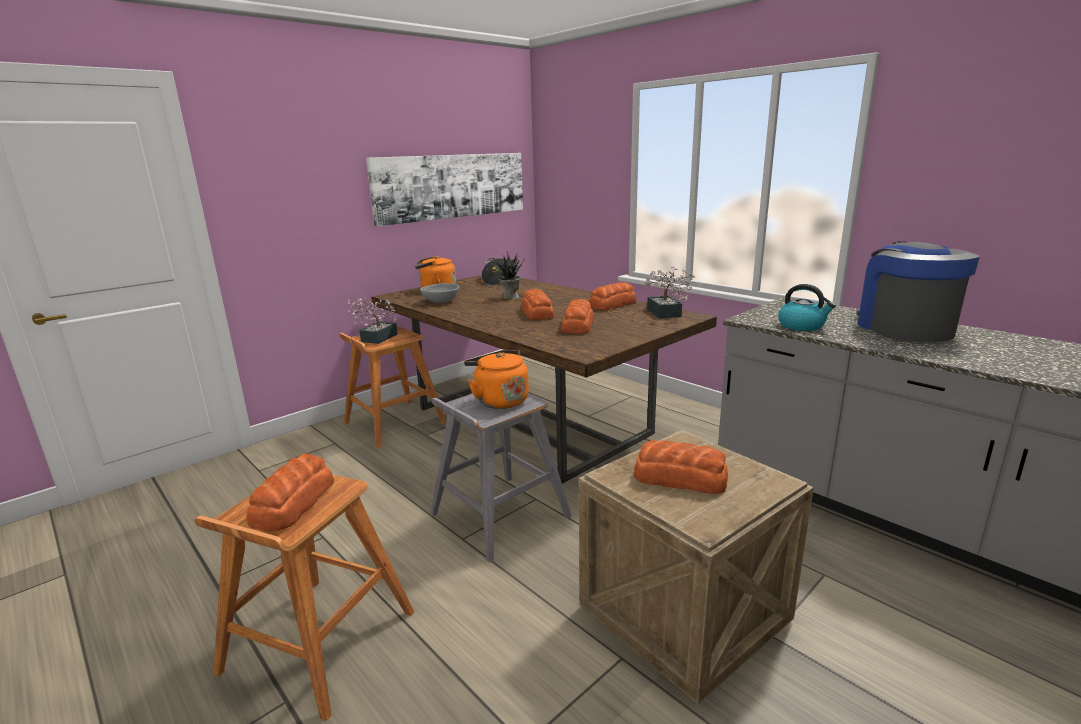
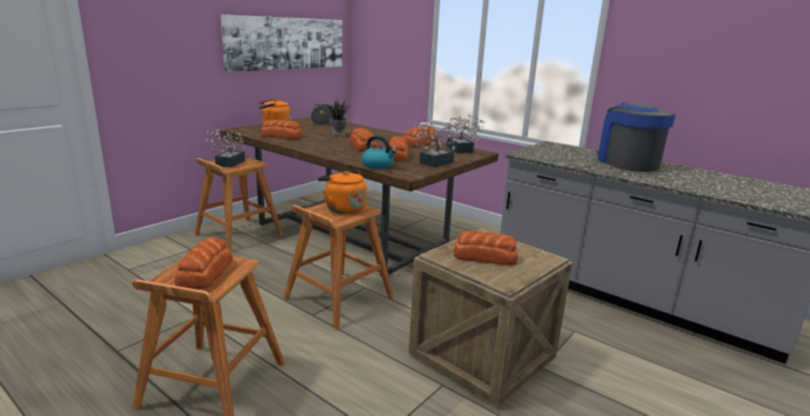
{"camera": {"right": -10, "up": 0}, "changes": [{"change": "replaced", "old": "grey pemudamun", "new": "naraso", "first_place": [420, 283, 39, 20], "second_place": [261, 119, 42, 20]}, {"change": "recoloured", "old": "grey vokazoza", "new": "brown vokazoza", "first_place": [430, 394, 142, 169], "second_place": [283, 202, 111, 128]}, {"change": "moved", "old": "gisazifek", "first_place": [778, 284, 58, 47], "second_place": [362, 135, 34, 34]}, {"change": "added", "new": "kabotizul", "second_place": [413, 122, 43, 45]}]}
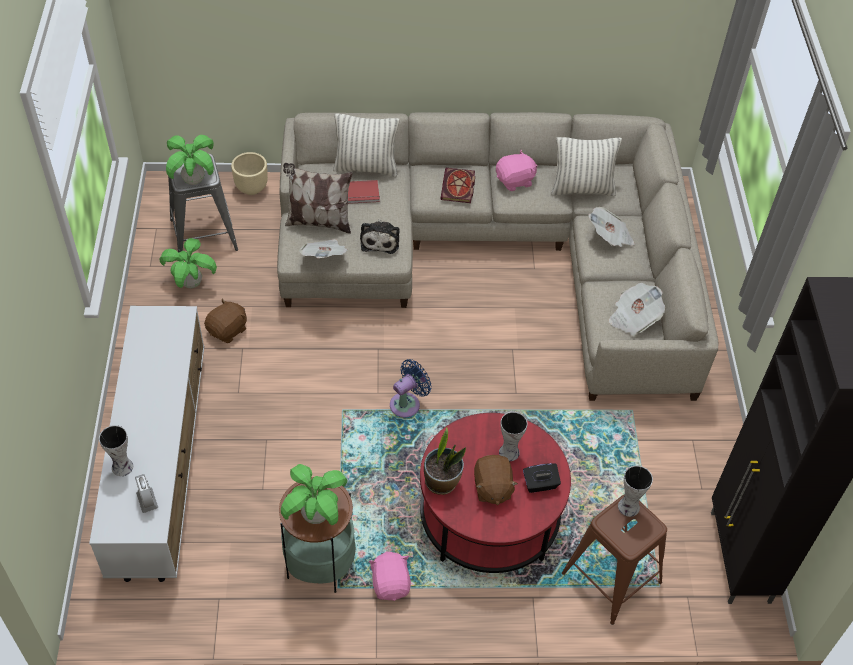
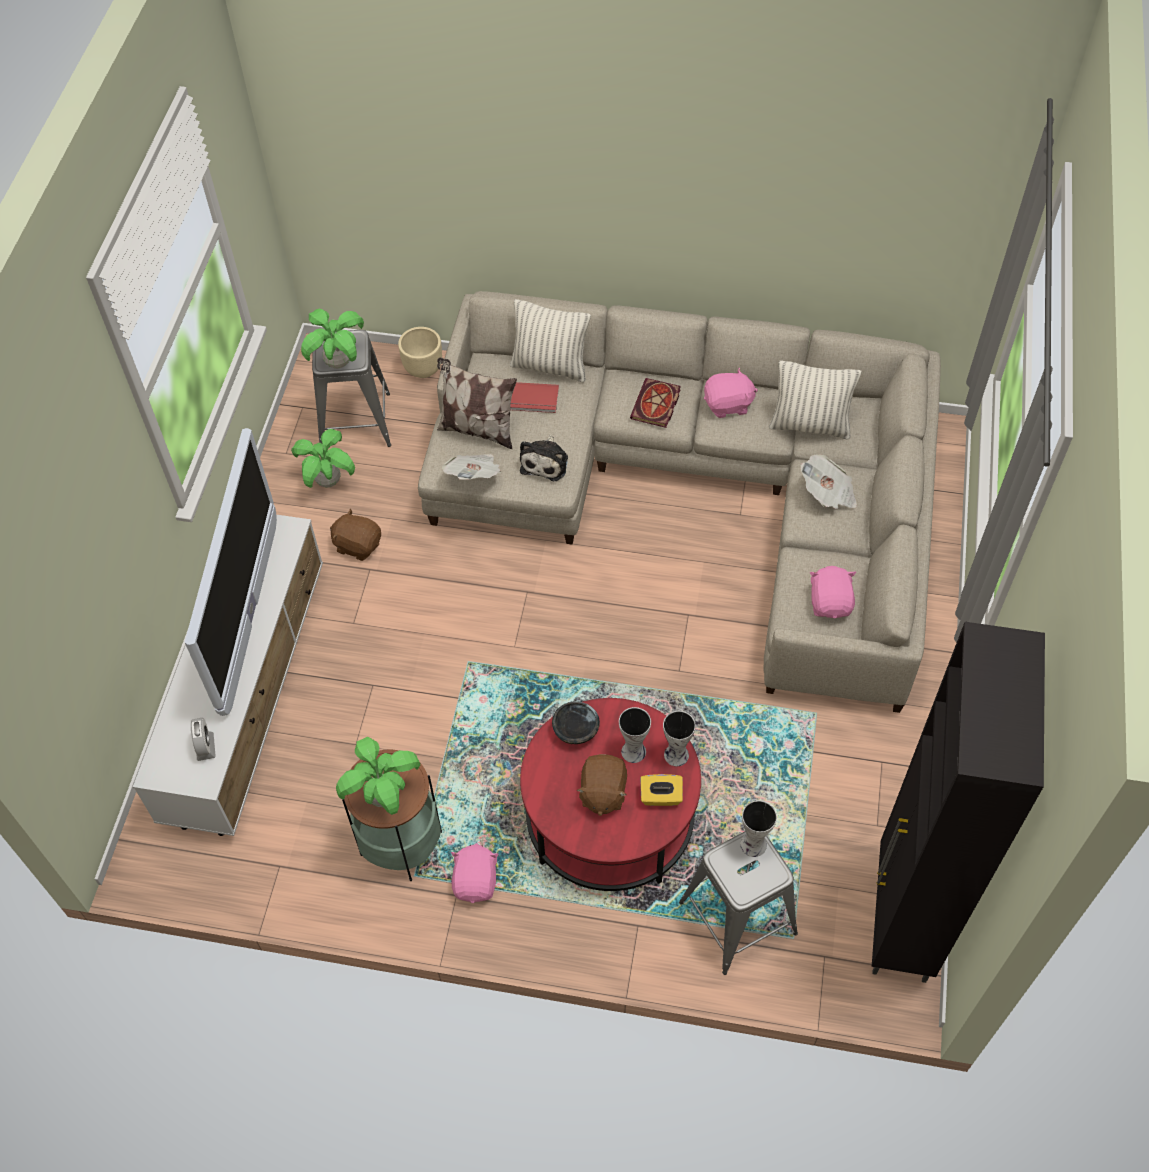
{"camera": {"right": 15, "up": 5}, "changes": [{"change": "added", "new": "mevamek", "second_place": [185, 428, 92, 288]}, {"change": "turned", "old": "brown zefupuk", "first_place": [204, 299, 43, 44], "second_place": [330, 508, 51, 53], "degrees": -120}, {"change": "added", "new": "black pemudamun", "second_place": [552, 701, 48, 43]}, {"change": "recoloured", "old": "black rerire", "new": "yellow rerire", "first_place": [523, 463, 38, 30], "second_place": [640, 774, 43, 32]}, {"change": "moved", "old": "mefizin", "first_place": [99, 425, 34, 51], "second_place": [663, 711, 33, 55]}, {"change": "recoloured", "old": "brown vokazoza", "new": "grey vokazoza", "first_place": [562, 494, 105, 131], "second_place": [679, 831, 119, 144]}, {"change": "replaced", "old": "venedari", "new": "pink zefupuk", "first_place": [608, 283, 57, 53], "second_place": [810, 566, 46, 53]}, {"change": "removed", "old": "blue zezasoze", "first_place": [390, 359, 42, 58]}, {"change": "removed", "old": "kabotizul", "first_place": [424, 428, 42, 67]}]}
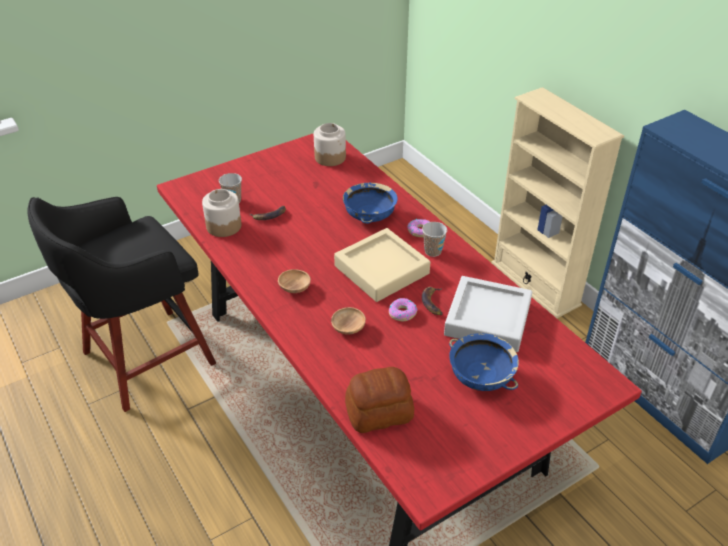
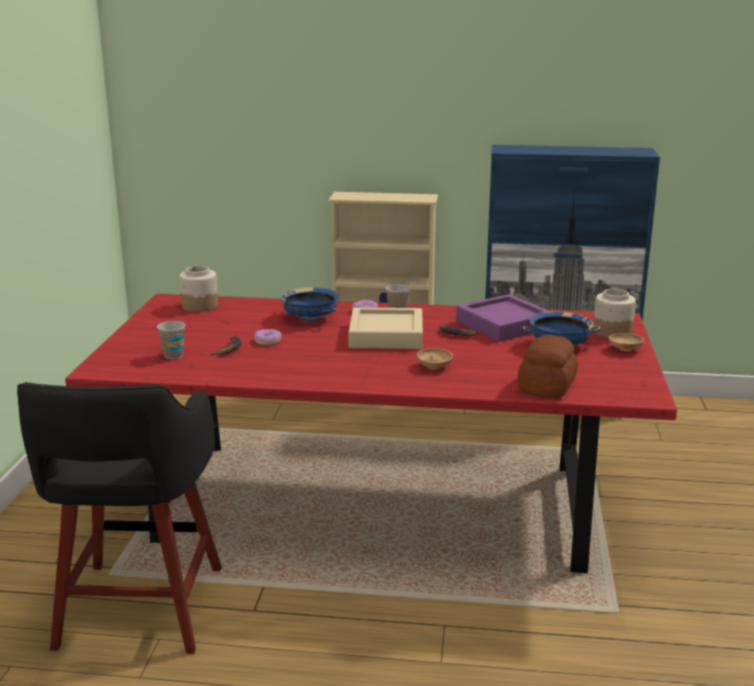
{"camera": {"right": -50, "up": -20}, "changes": [{"change": "moved", "old": "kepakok", "first_place": [389, 298, 29, 23], "second_place": [254, 329, 28, 16]}, {"change": "recoloured", "old": "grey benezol", "new": "purple benezol", "first_place": [444, 276, 88, 76], "second_place": [456, 294, 94, 48]}, {"change": "moved", "old": "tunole", "first_place": [202, 189, 39, 48], "second_place": [593, 289, 43, 49]}, {"change": "moved", "old": "brown pemudamun", "first_place": [278, 269, 33, 24], "second_place": [609, 333, 35, 18]}]}
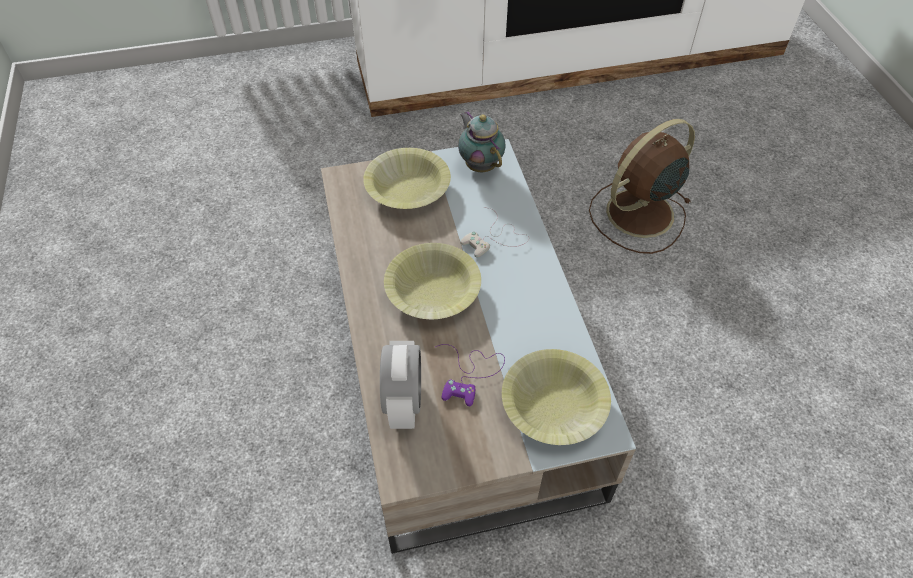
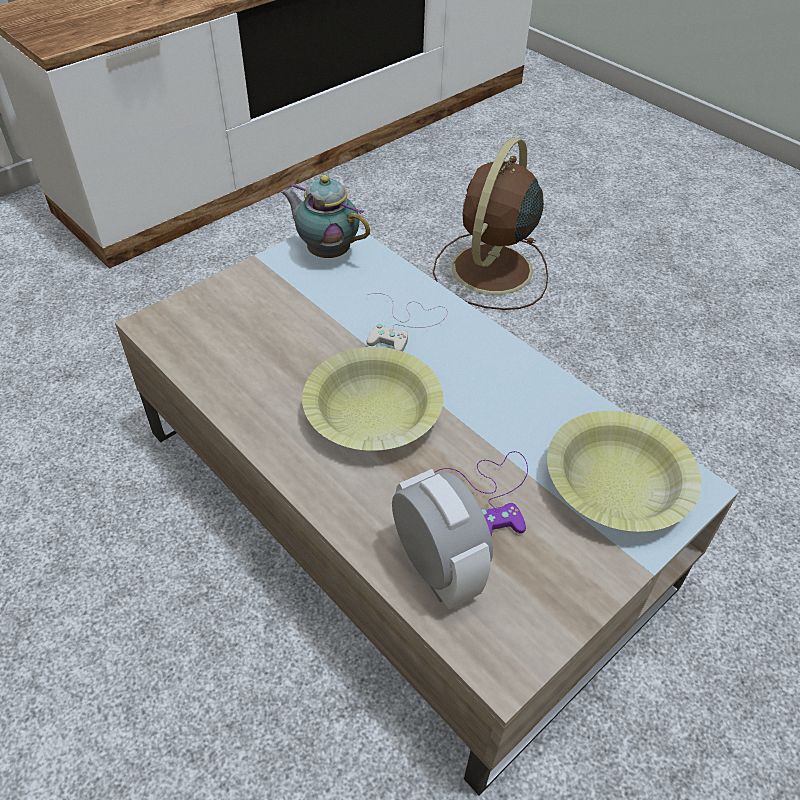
{"camera": {"right": -30, "up": -5}, "changes": [{"change": "removed", "old": "yellow pemudamun", "first_place": [363, 148, 88, 61]}]}
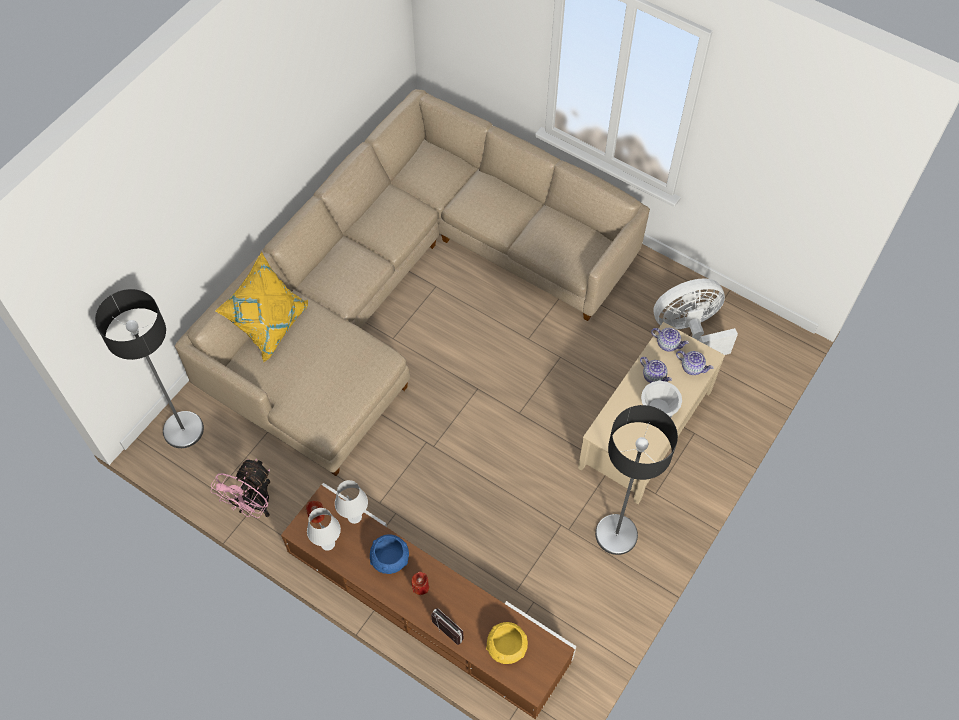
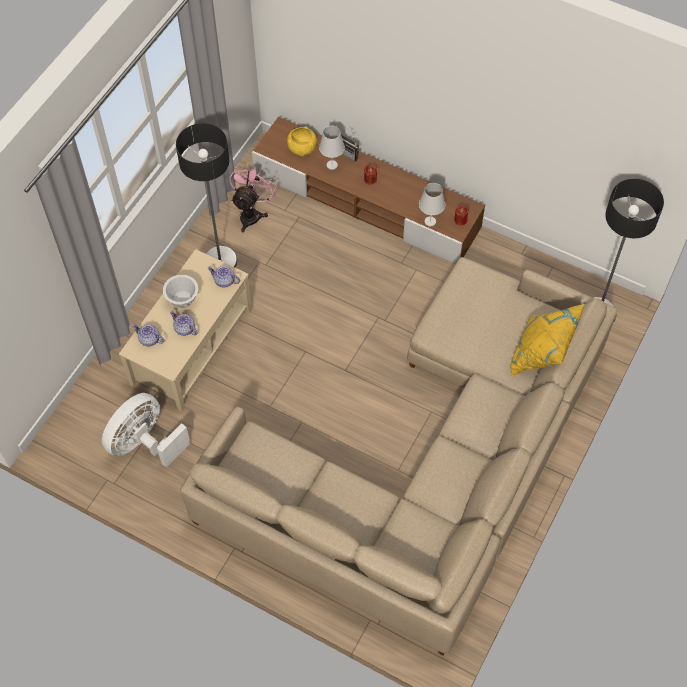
{"camera": {"right": 175, "up": 0}, "changes": [{"change": "turned", "old": "white zezasoze", "first_place": [653, 278, 85, 77], "second_place": [102, 393, 88, 75], "degrees": 150}, {"change": "moved", "old": "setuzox", "first_place": [651, 328, 38, 24], "second_place": [207, 266, 33, 21]}, {"change": "moved", "old": "pink zezasoze", "first_place": [210, 459, 60, 59], "second_place": [229, 163, 48, 70]}, {"change": "moved", "old": "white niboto", "first_place": [307, 508, 34, 43], "second_place": [319, 126, 26, 44]}, {"change": "removed", "old": "blue pemudamun", "first_place": [370, 534, 39, 40]}]}
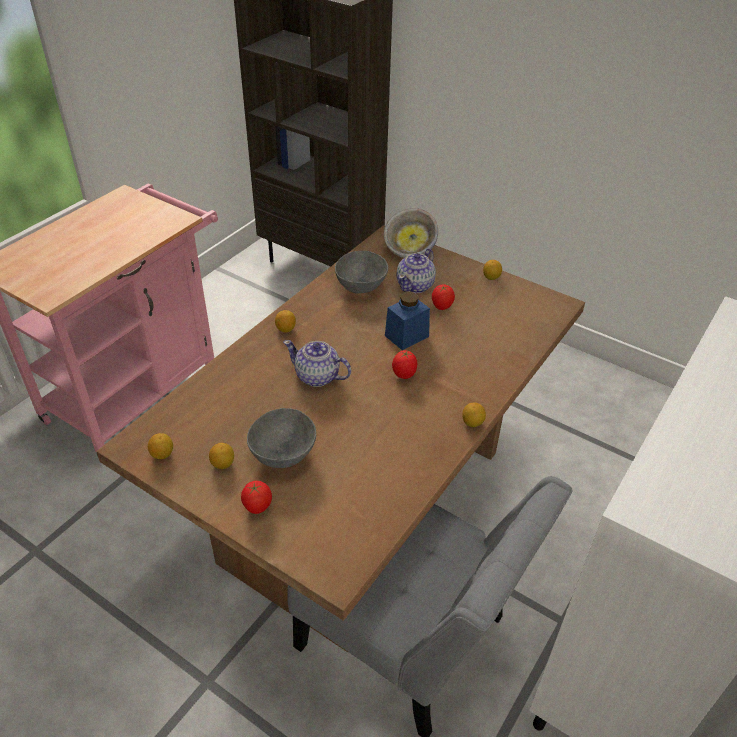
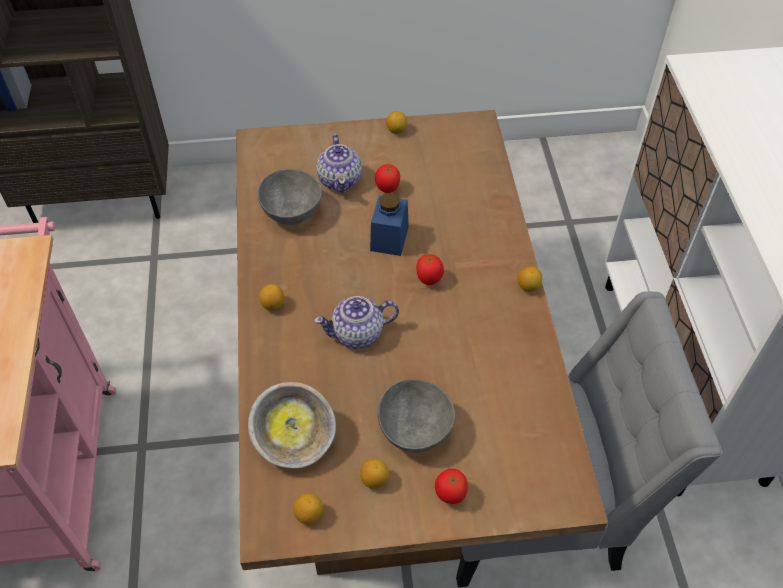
{"camera": {"right": -40, "up": 10}, "changes": [{"change": "moved", "old": "pemudamun", "first_place": [384, 208, 54, 50], "second_place": [248, 382, 88, 87]}]}
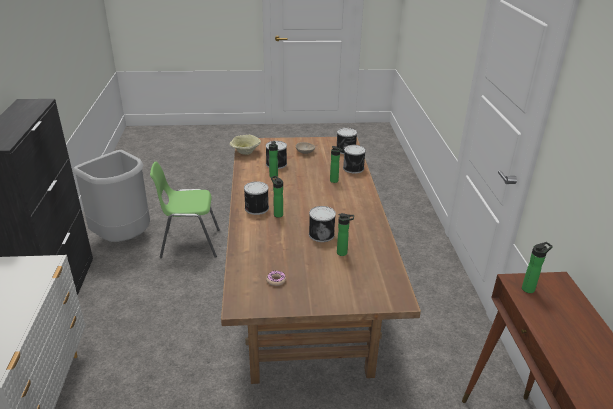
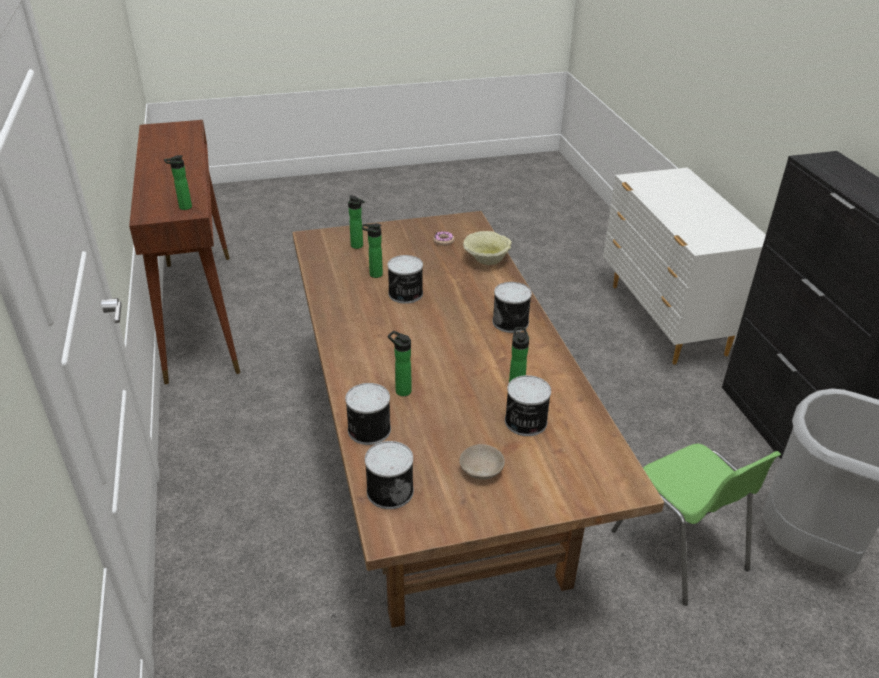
{"camera": {"right": 170, "up": 5}, "changes": [{"change": "moved", "old": "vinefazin", "first_place": [271, 176, 12, 42], "second_place": [348, 195, 17, 54]}, {"change": "moved", "old": "beige pemudamun", "first_place": [230, 135, 31, 20], "second_place": [463, 231, 49, 34]}, {"change": "turned", "old": "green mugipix", "first_place": [150, 162, 70, 96], "second_place": [612, 444, 169, 162], "degrees": 75}]}
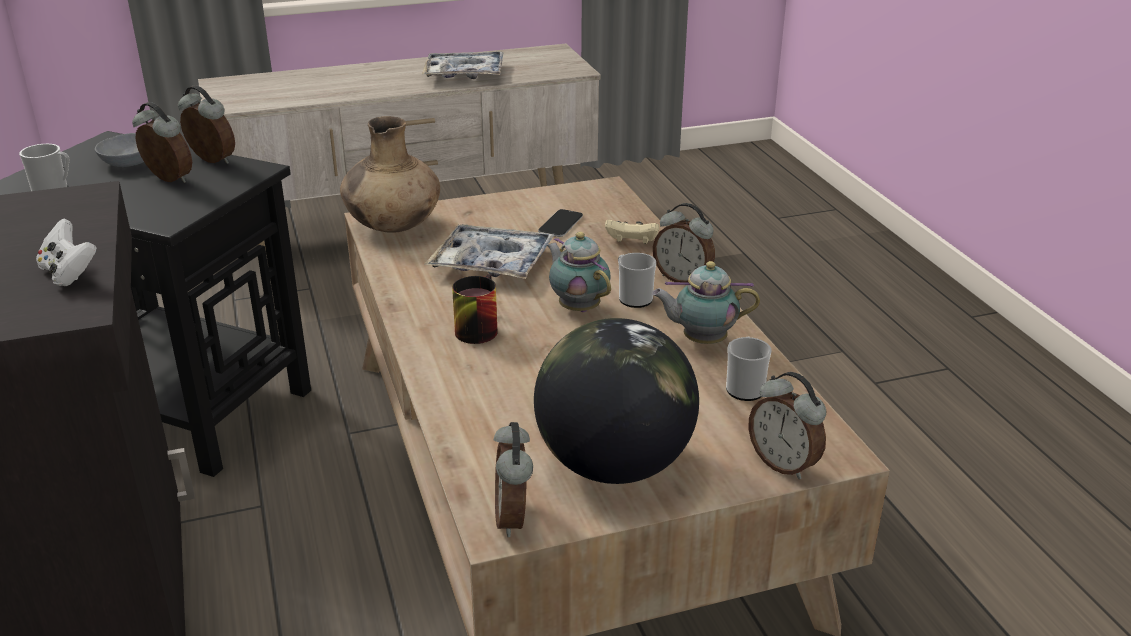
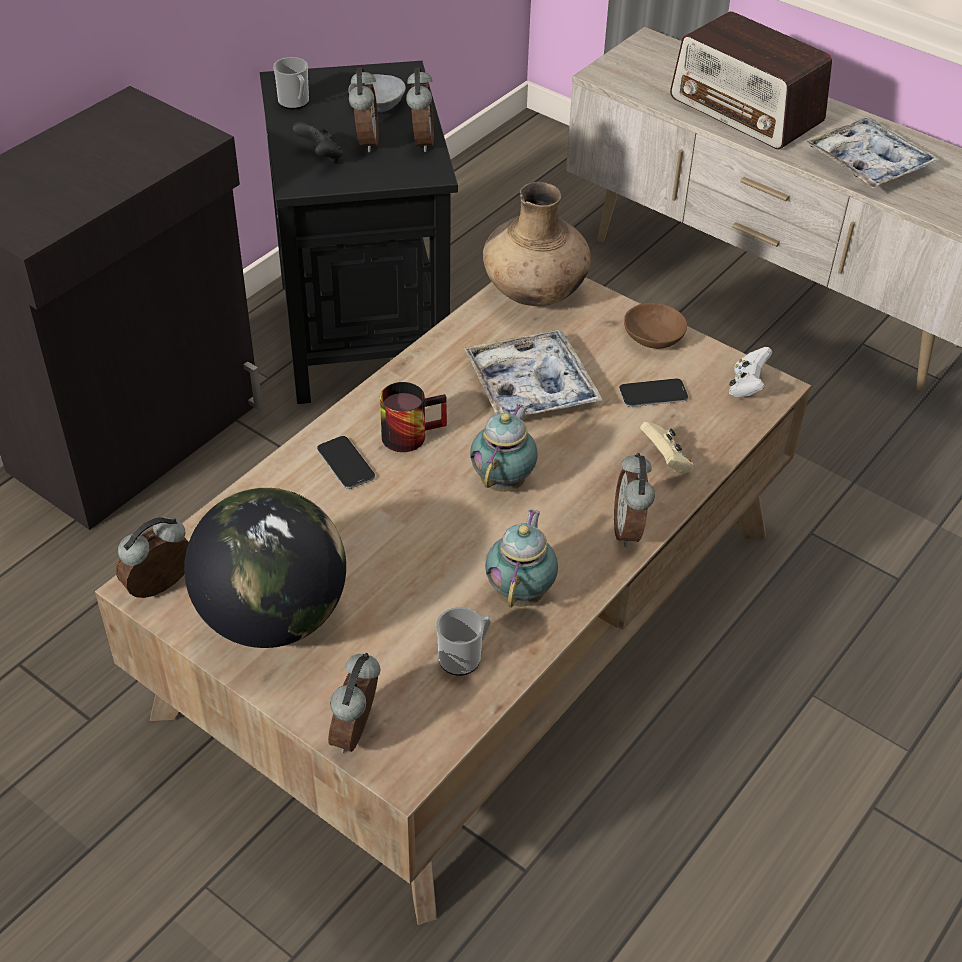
{"camera": {"right": 55, "up": 15}, "changes": [{"change": "added", "new": "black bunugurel", "second_place": [292, 122, 51, 41]}, {"change": "added", "new": "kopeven", "second_place": [317, 436, 58, 53]}, {"change": "turned", "old": "setuzox", "first_place": [652, 261, 108, 83], "second_place": [485, 510, 73, 97], "degrees": 45}, {"change": "added", "new": "brown pemudamun", "second_place": [624, 303, 63, 46]}, {"change": "added", "new": "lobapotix", "second_place": [670, 11, 162, 139]}, {"change": "moved", "old": "white bunugurel", "first_place": [36, 218, 61, 68], "second_place": [729, 347, 43, 51]}, {"change": "removed", "old": "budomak", "first_place": [618, 253, 38, 55]}]}
